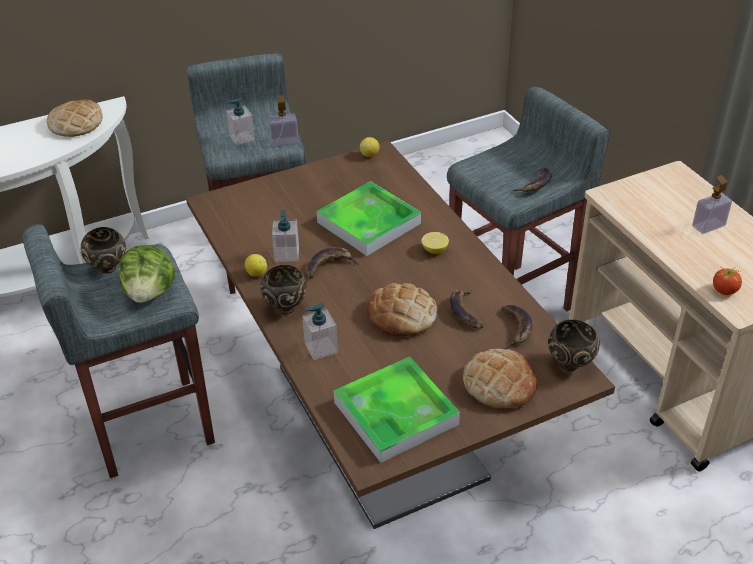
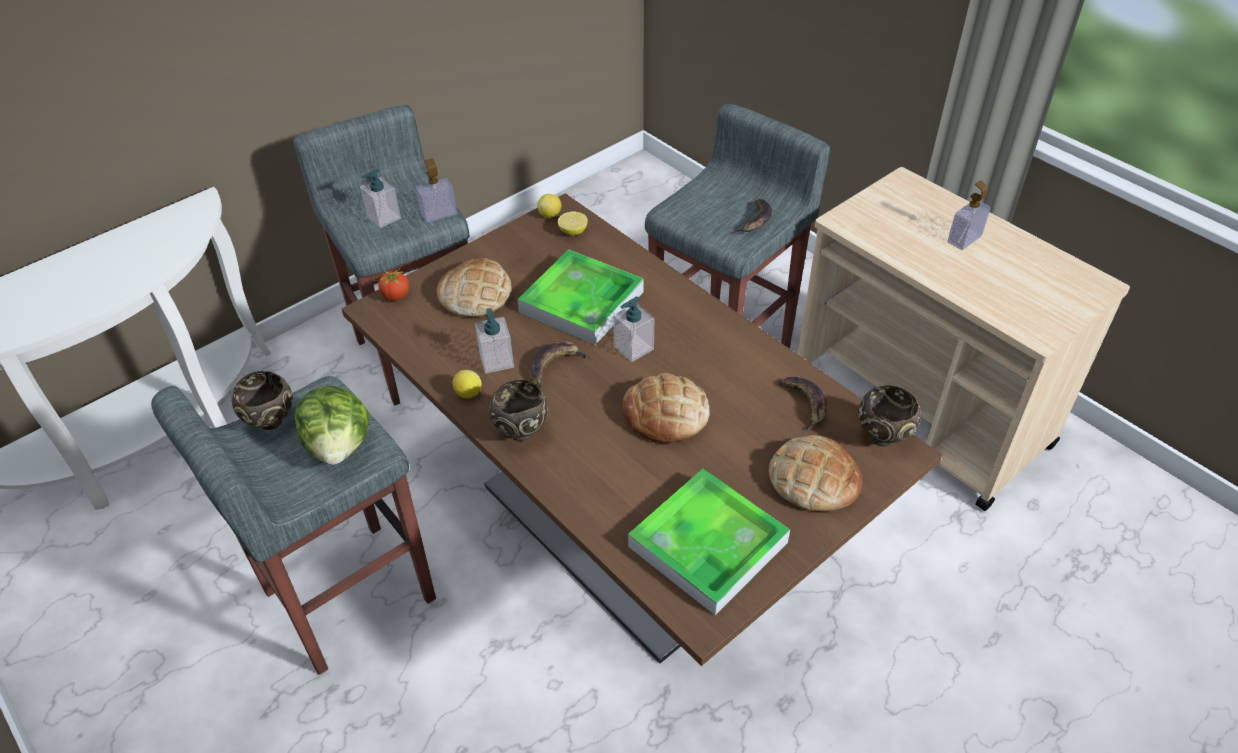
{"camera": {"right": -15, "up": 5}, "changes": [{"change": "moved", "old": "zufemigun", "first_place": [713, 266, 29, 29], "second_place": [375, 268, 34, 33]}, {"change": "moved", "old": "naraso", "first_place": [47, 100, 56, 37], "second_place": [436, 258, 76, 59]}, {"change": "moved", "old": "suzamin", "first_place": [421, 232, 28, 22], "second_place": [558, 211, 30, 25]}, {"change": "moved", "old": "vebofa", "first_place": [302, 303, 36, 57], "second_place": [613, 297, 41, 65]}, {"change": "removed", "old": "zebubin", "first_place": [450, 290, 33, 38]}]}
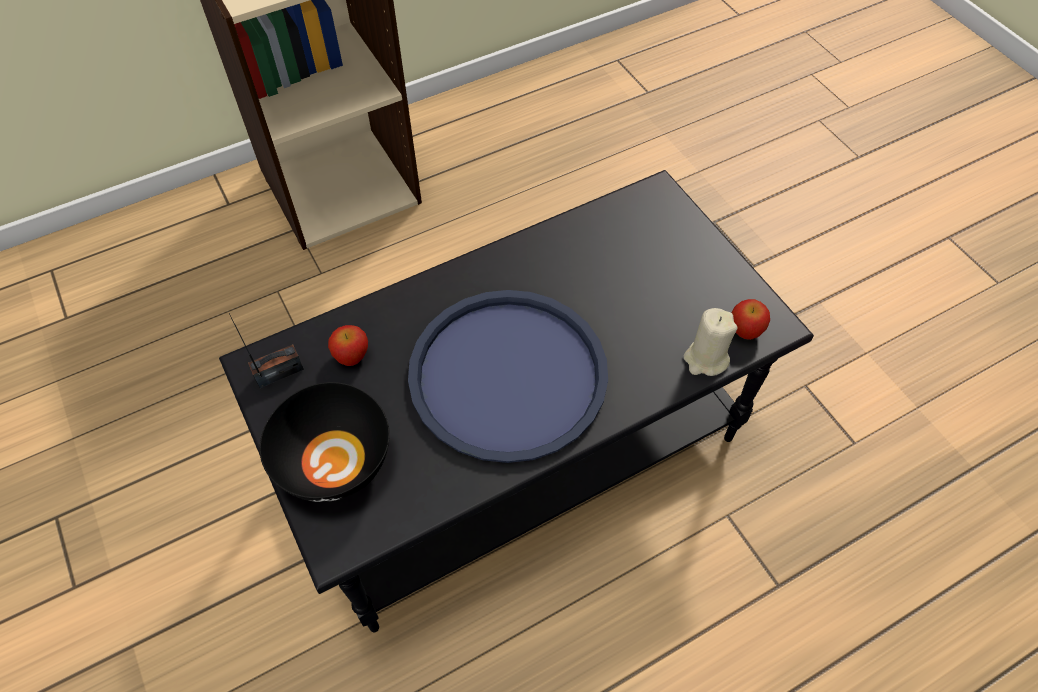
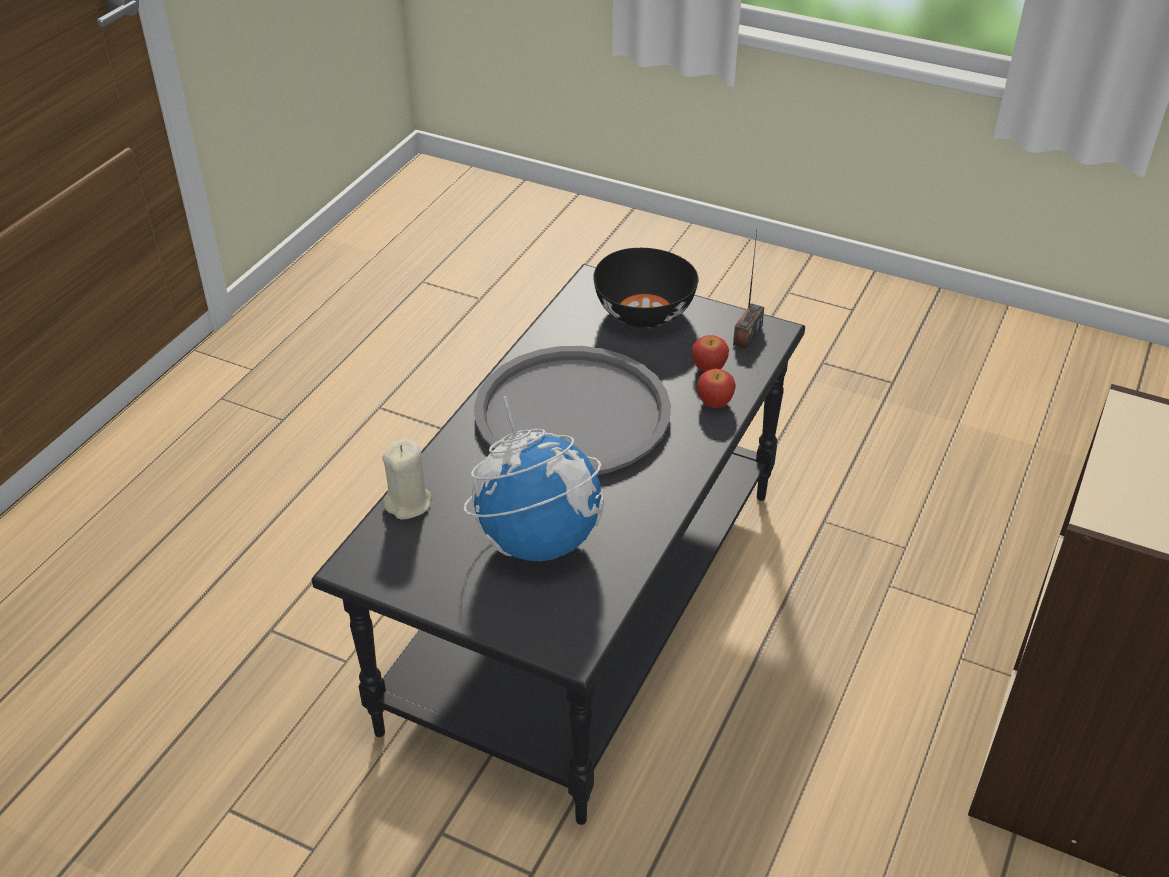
{"camera": {"right": 145, "up": -15}, "changes": [{"change": "added", "new": "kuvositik", "second_place": [464, 396, 140, 165]}, {"change": "recoloured", "old": "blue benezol", "new": "grey benezol", "first_place": [408, 290, 200, 173], "second_place": [474, 346, 197, 129]}, {"change": "moved", "old": "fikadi", "first_place": [732, 299, 38, 41], "second_place": [697, 369, 39, 39]}]}
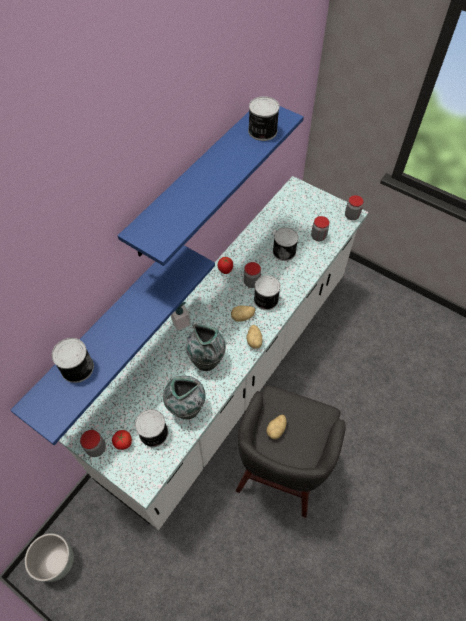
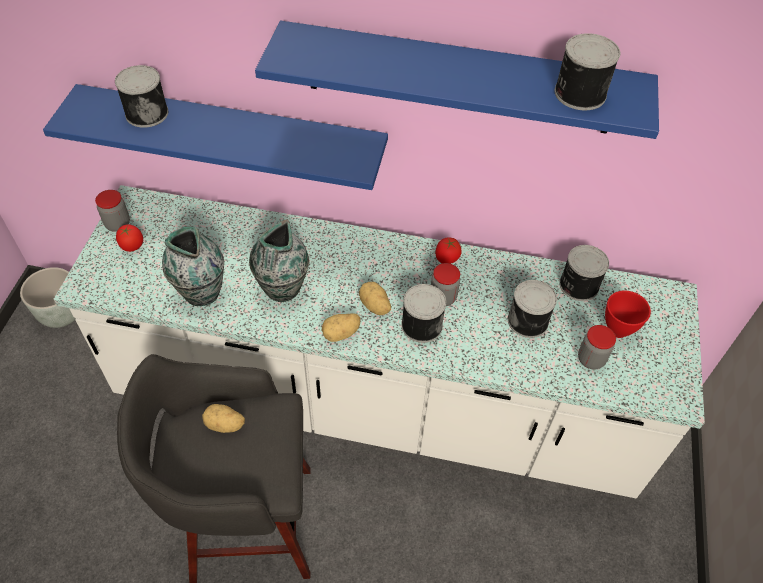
{"camera": {"right": 65, "up": -5}, "changes": [{"change": "moved", "old": "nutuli", "first_place": [135, 409, 33, 38], "second_place": [559, 245, 50, 56]}, {"change": "added", "new": "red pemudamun", "second_place": [605, 290, 46, 48]}, {"change": "removed", "old": "vebofa", "first_place": [171, 302, 20, 29]}, {"change": "removed", "old": "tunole", "first_place": [345, 195, 19, 25]}]}
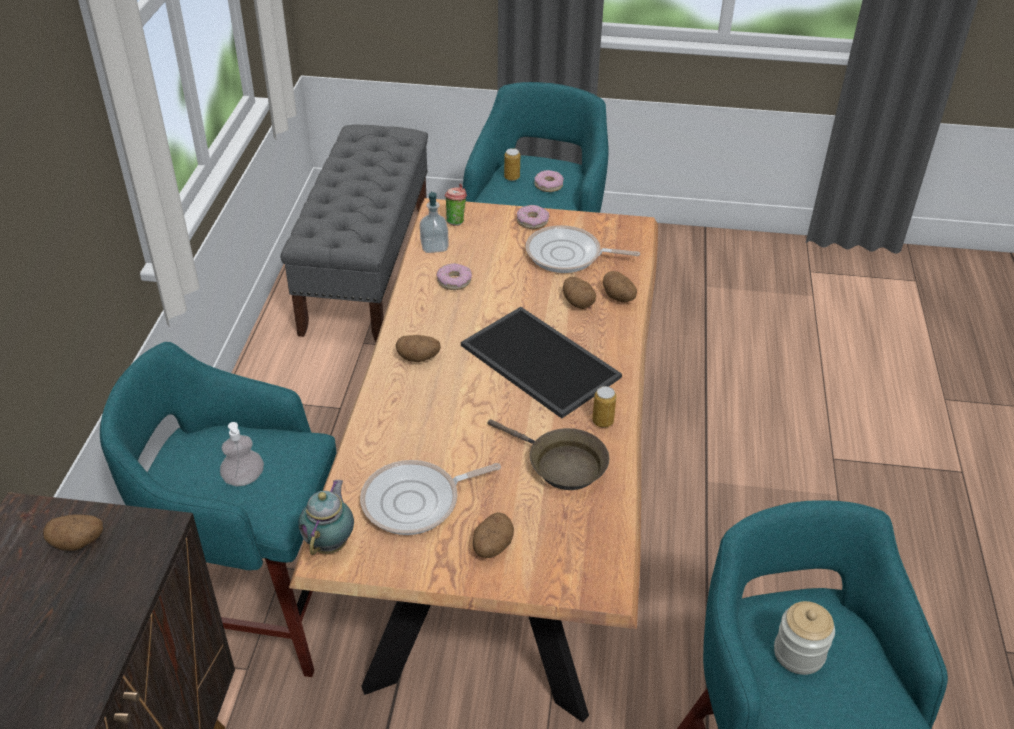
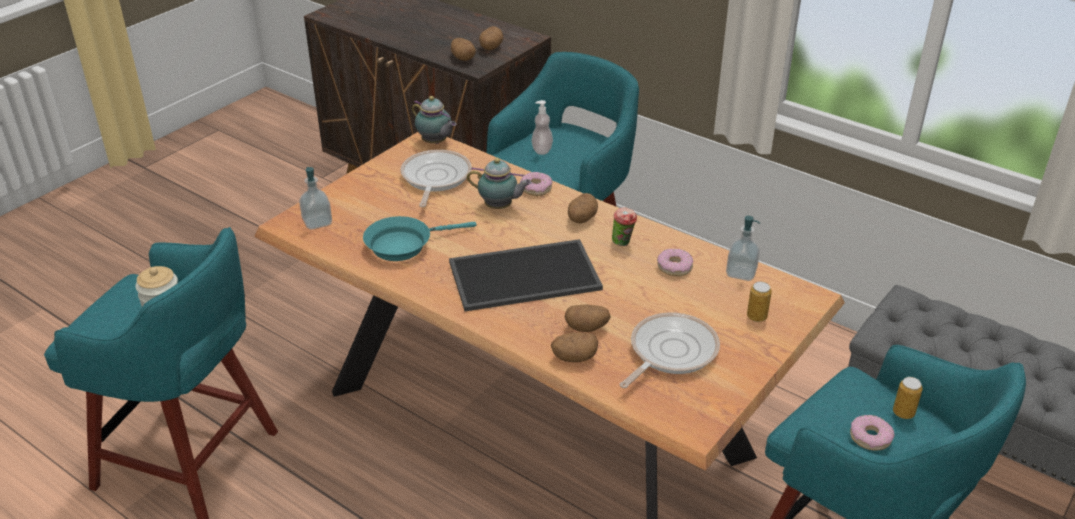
{"camera": {"right": 120, "up": -5}, "changes": [{"change": "added", "new": "vebofa", "second_place": [299, 167, 33, 63]}, {"change": "recoloured", "old": "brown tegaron", "new": "turquoise tegaron", "first_place": [488, 419, 121, 71], "second_place": [363, 216, 113, 45]}, {"change": "moved", "old": "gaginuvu", "first_place": [473, 512, 41, 46], "second_place": [451, 38, 25, 23]}, {"change": "added", "new": "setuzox", "second_place": [467, 158, 65, 51]}, {"change": "moved", "old": "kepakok", "first_place": [517, 205, 33, 24], "second_place": [520, 172, 32, 24]}, {"change": "moved", "old": "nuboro", "first_place": [445, 184, 22, 42], "second_place": [612, 207, 25, 39]}, {"change": "moved", "old": "nutuli", "first_place": [592, 386, 24, 42], "second_place": [747, 281, 25, 41]}]}
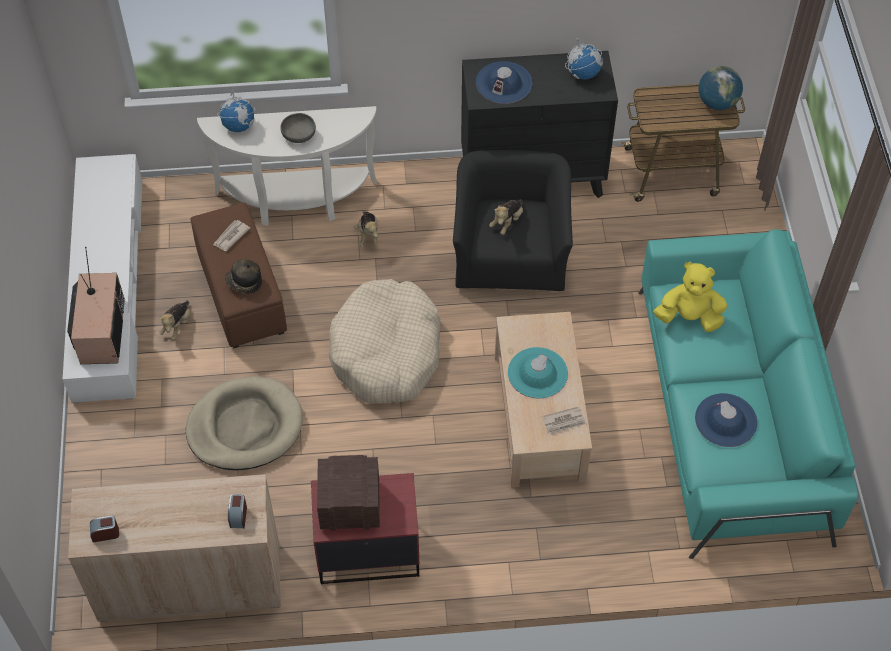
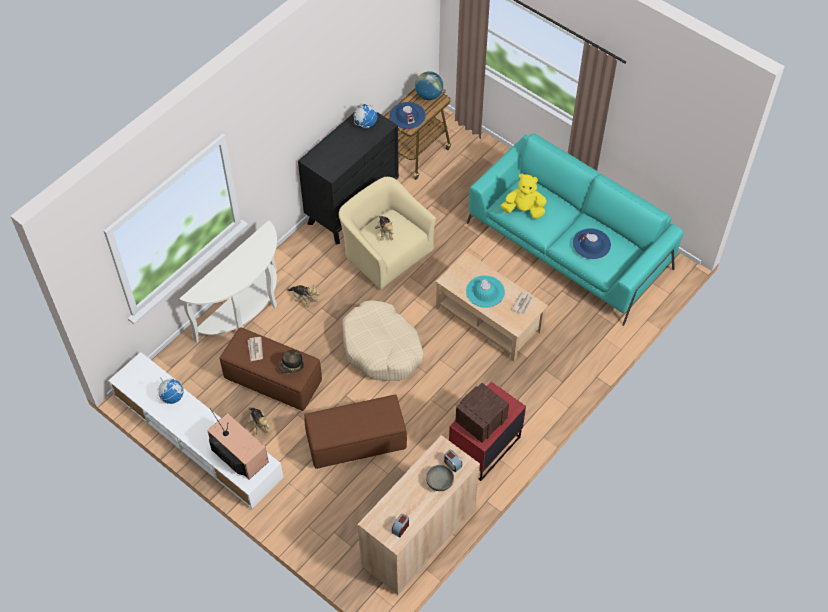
{"camera": {"right": -45, "up": 0}, "changes": [{"change": "moved", "old": "kuvositik", "first_place": [217, 88, 38, 44], "second_place": [157, 377, 27, 27]}, {"change": "replaced", "old": "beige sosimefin", "new": "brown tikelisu", "first_place": [186, 377, 117, 94], "second_place": [304, 394, 103, 75]}, {"change": "recoloured", "old": "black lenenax", "new": "beige lenenax", "first_place": [453, 150, 120, 142], "second_place": [339, 177, 97, 112]}, {"change": "moved", "old": "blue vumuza", "first_place": [476, 61, 56, 43], "second_place": [390, 102, 36, 27]}, {"change": "moved", "old": "grey pemudamun", "first_place": [280, 113, 36, 30], "second_place": [426, 465, 28, 26]}, {"change": "turned", "old": "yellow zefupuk", "first_place": [654, 262, 73, 70], "second_place": [501, 173, 46, 46], "degrees": 45}]}
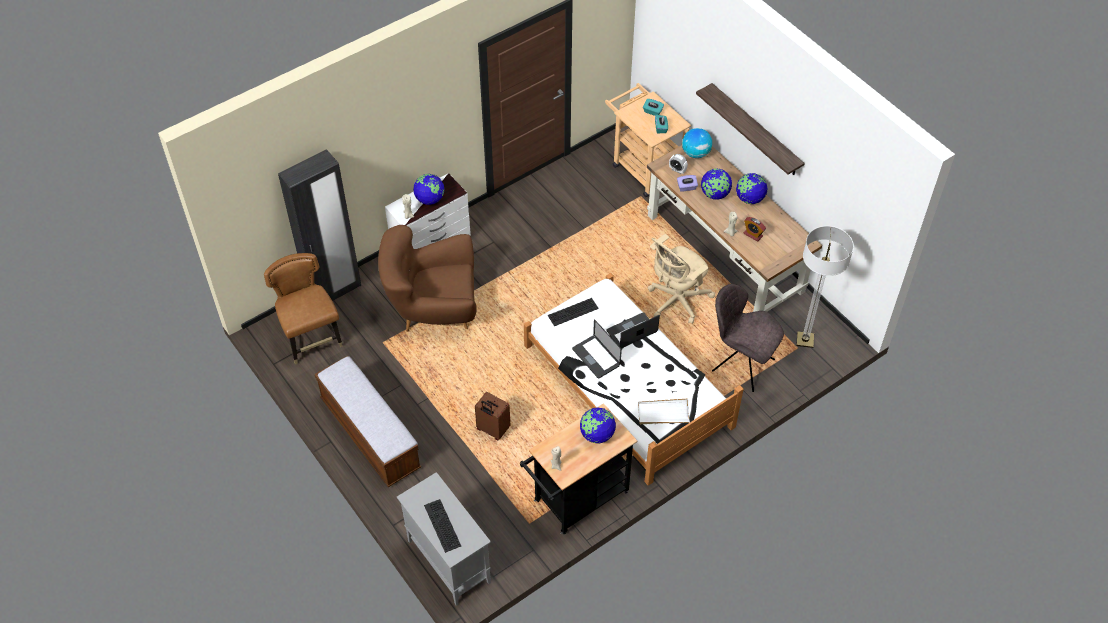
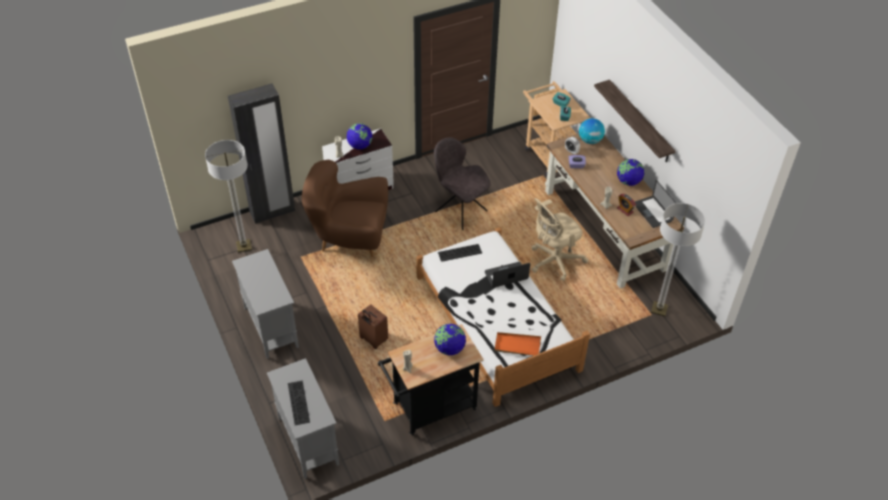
{"camera": {"right": 10, "up": -5}, "changes": [{"change": "replaced", "old": "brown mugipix", "new": "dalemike", "first_place": [264, 253, 79, 112], "second_place": [205, 140, 47, 113]}, {"change": "replaced", "old": "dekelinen", "new": "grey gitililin", "first_place": [315, 356, 106, 131], "second_place": [232, 249, 67, 110]}, {"change": "moved", "old": "grey mugipix", "first_place": [712, 284, 72, 108], "second_place": [434, 137, 57, 93]}, {"change": "recoloured", "old": "white benezol", "new": "orange benezol", "first_place": [638, 399, 52, 25], "second_place": [495, 332, 46, 24]}, {"change": "moved", "old": "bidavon", "first_place": [572, 319, 50, 60], "second_place": [635, 180, 41, 48]}, {"change": "removed", "old": "kuvositik", "first_place": [701, 169, 31, 31]}]}
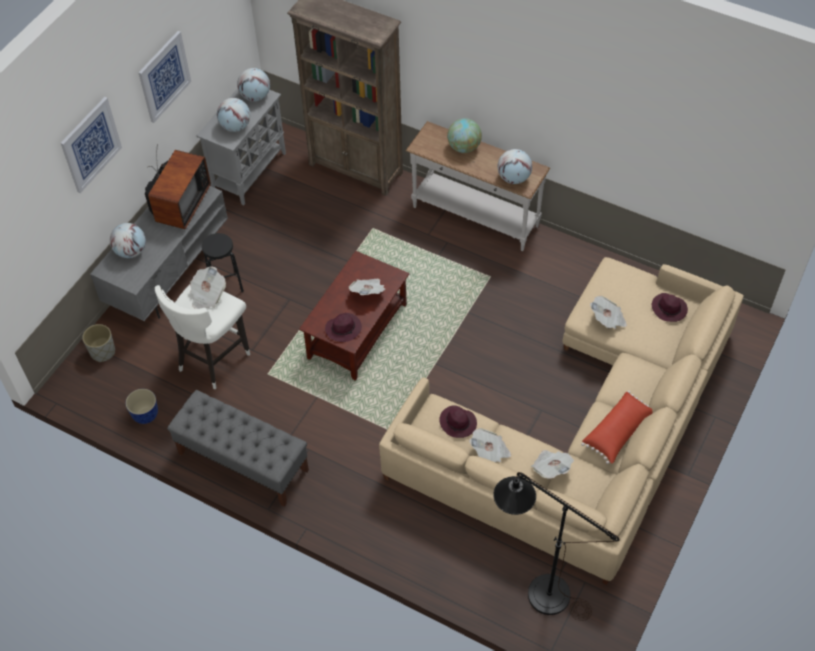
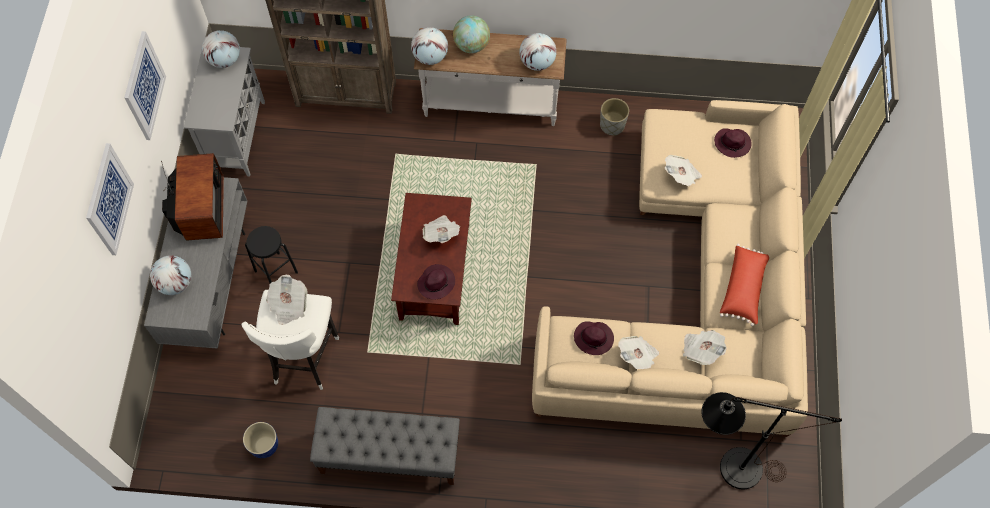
{"camera": {"right": -25, "up": 10}, "changes": [{"change": "moved", "old": "kuvositik", "first_place": [217, 98, 33, 34], "second_place": [411, 27, 37, 38]}, {"change": "moved", "old": "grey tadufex", "first_place": [82, 324, 33, 38], "second_place": [600, 98, 29, 38]}]}
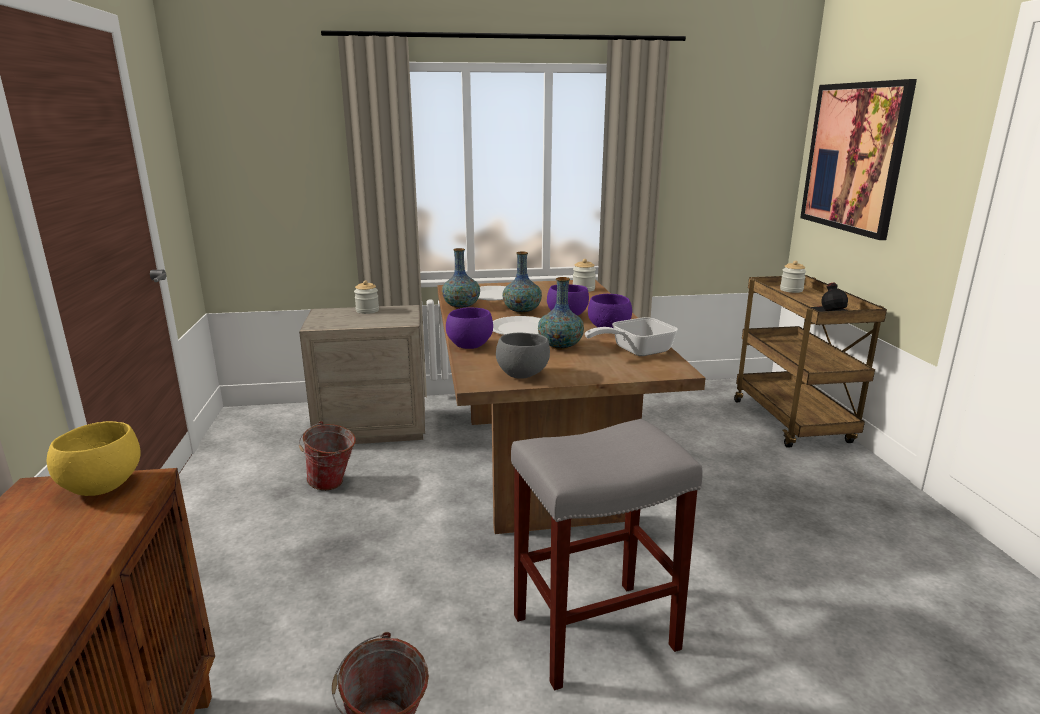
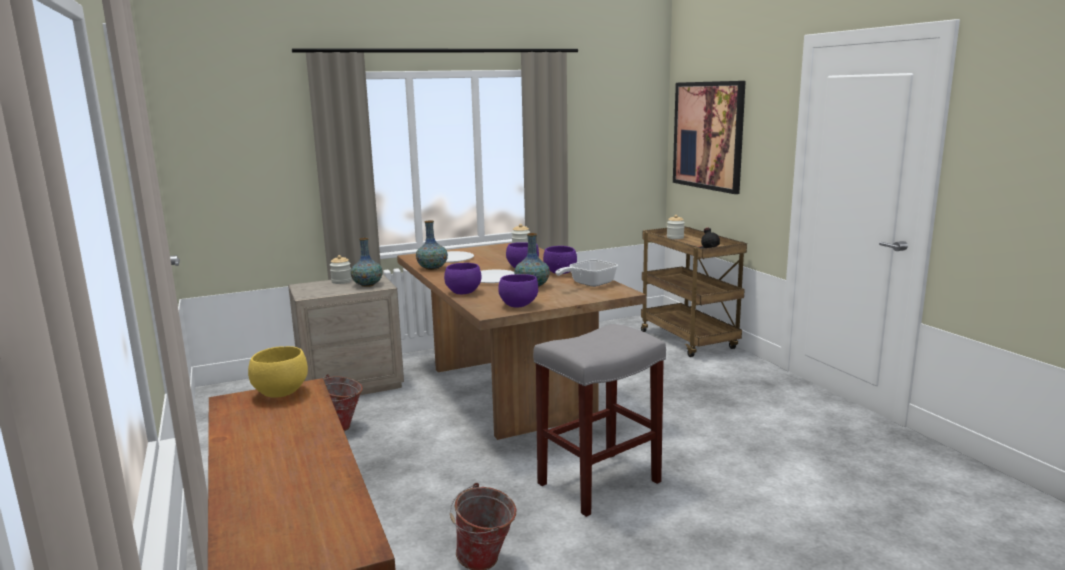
{"camera": {"right": -15, "up": -5}, "changes": [{"change": "moved", "old": "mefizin", "first_place": [502, 252, 40, 62], "second_place": [350, 238, 33, 49]}, {"change": "recoloured", "old": "grey pemudamun", "new": "purple pemudamun", "first_place": [496, 332, 54, 47], "second_place": [498, 274, 40, 34]}]}
